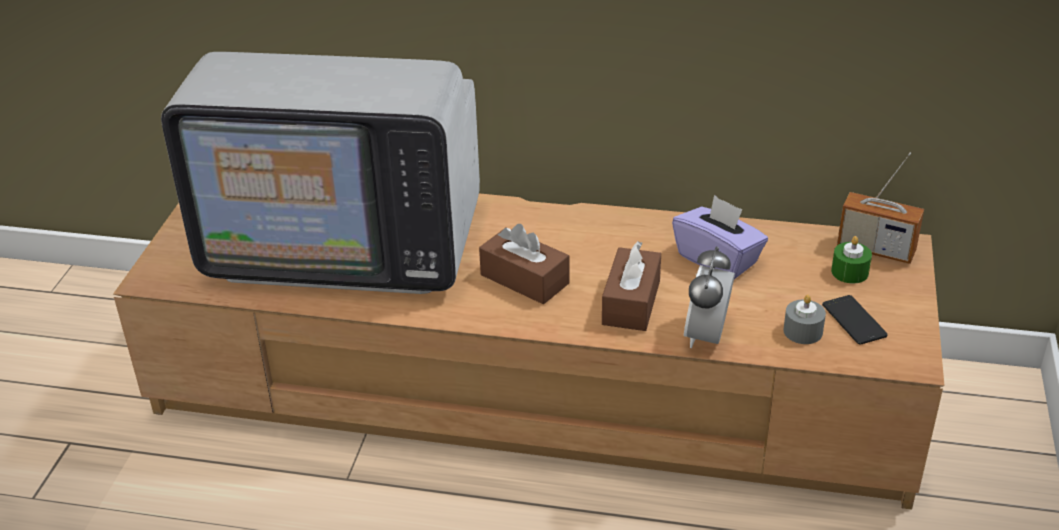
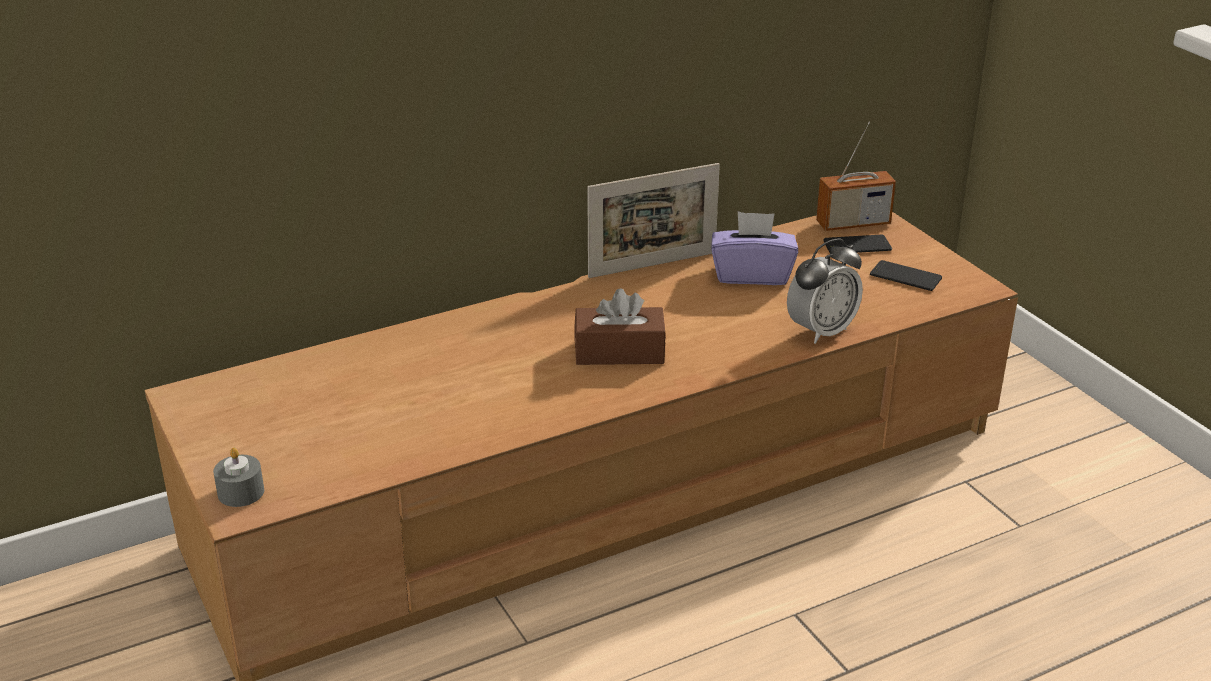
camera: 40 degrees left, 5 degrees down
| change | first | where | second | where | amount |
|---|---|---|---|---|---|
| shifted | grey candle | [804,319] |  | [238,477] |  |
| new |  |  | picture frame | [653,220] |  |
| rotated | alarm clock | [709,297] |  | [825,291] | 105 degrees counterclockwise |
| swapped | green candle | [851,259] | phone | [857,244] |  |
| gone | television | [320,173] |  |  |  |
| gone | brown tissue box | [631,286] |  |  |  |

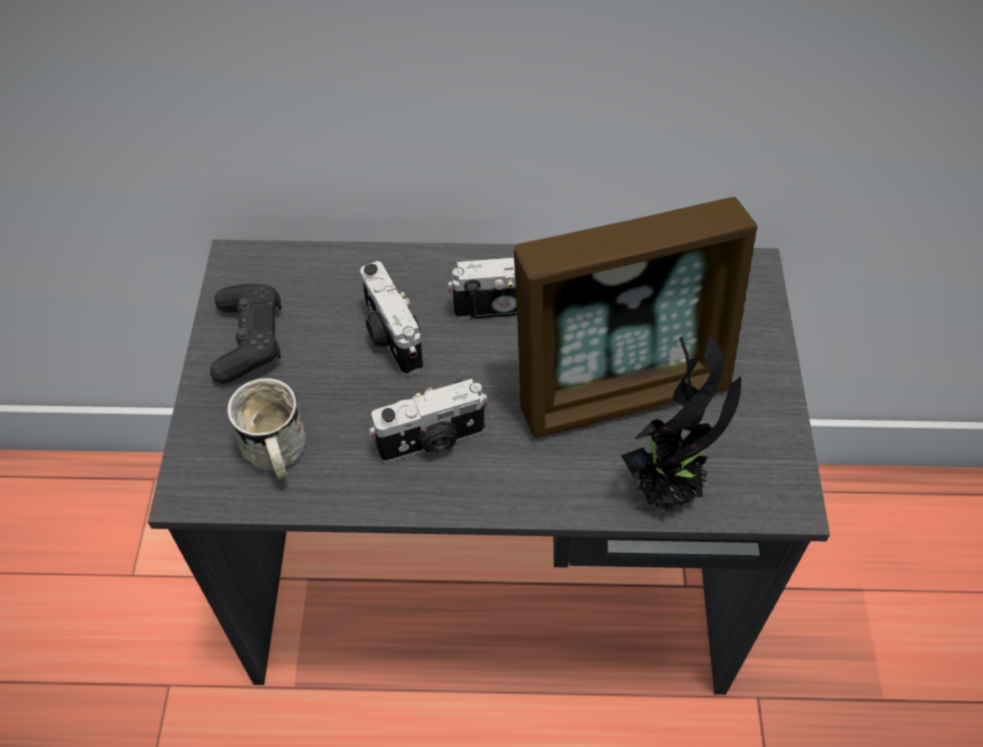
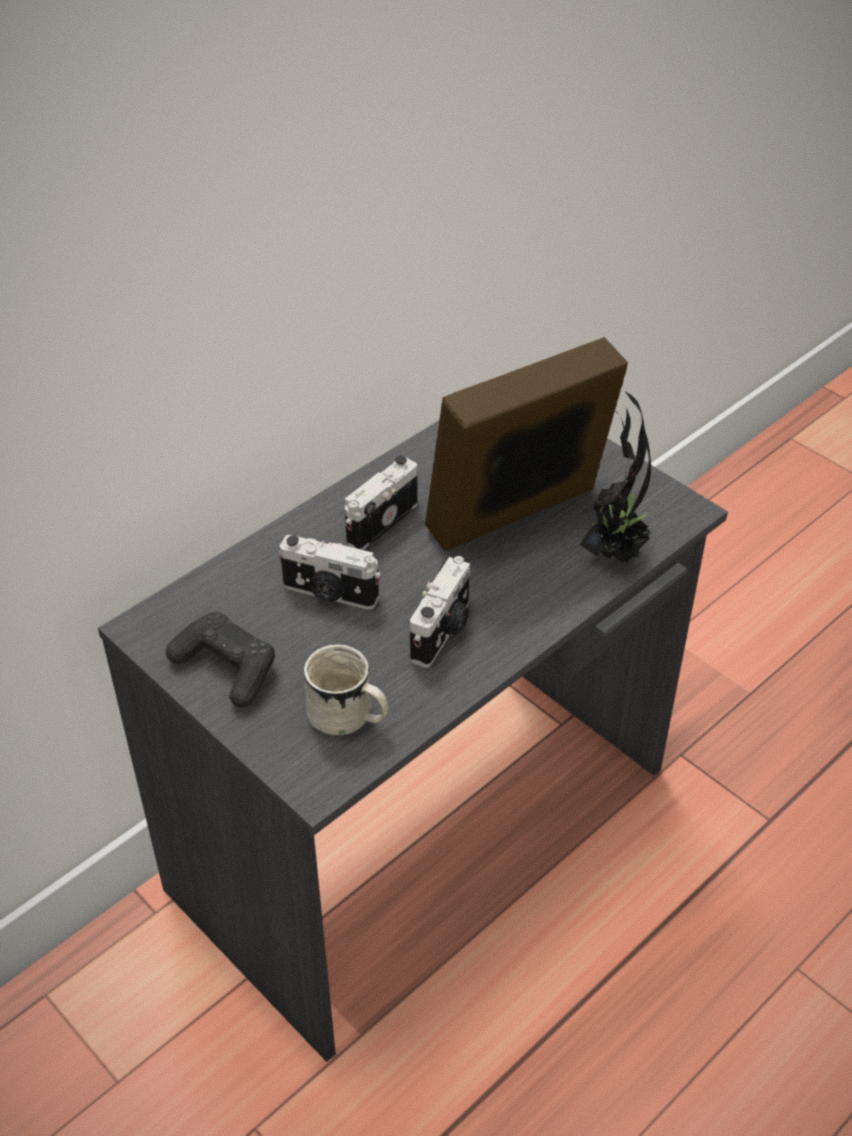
camera: 45 degrees left, 10 degrees down
| change | first | where | second | where | amount |
|---|---|---|---|---|---|
| rotated | picture frame | [635,317] |  | [526,444] | 150 degrees counterclockwise |

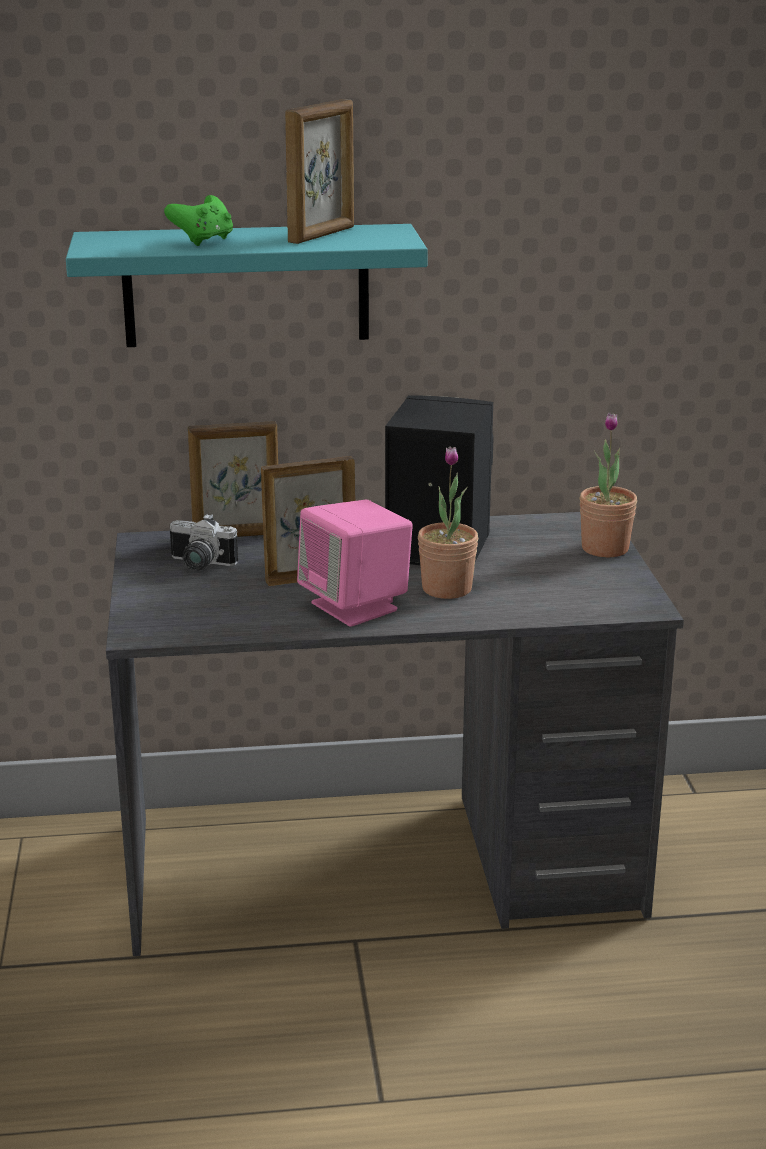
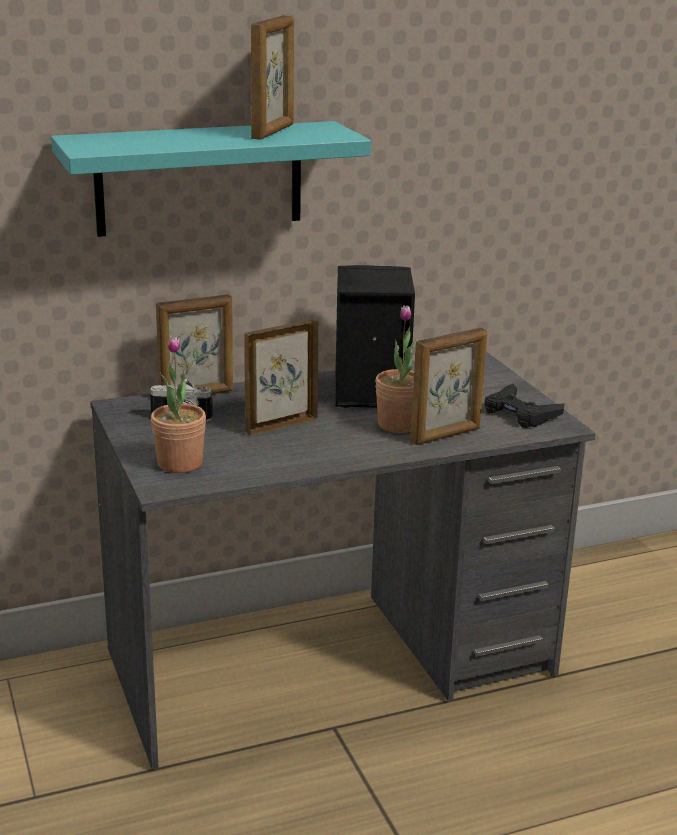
camera: 15 degrees left, 0 degrees up
| change | first | where | second | where | amount |
|---|---|---|---|---|---|
| shifted | potted plant | [608,484] |  | [178,404] |  |
| new |  |  | picture frame | [448,386] |  |
| new |  |  | black game controller | [525,406] |  |
| gone | green game controller | [198,220] |  |  |  |
| gone | pink speaker | [355,563] |  |  |  |

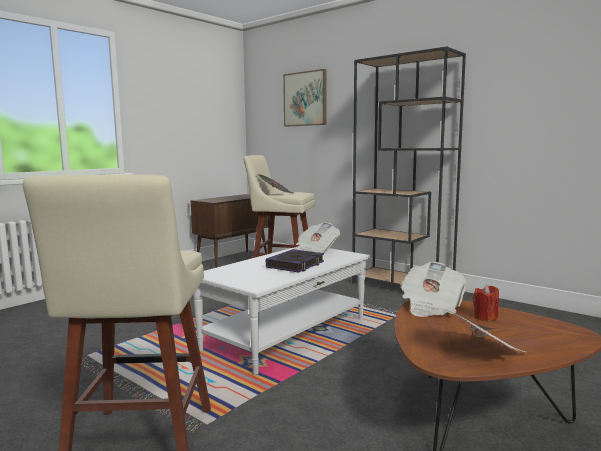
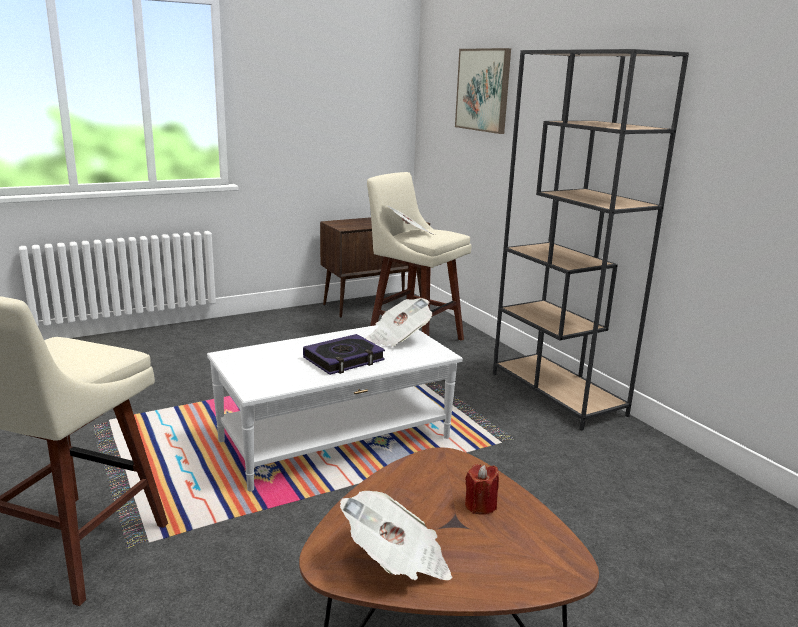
camera: 20 degrees right, 10 degrees up
| change | first | where | second | where | amount |
|---|---|---|---|---|---|
| gone | newspaper | [434,289] |  |  |  |

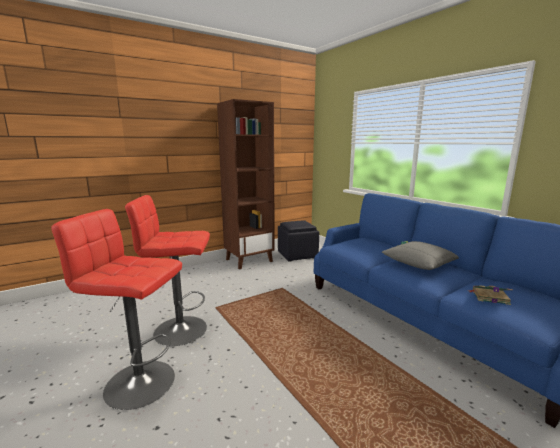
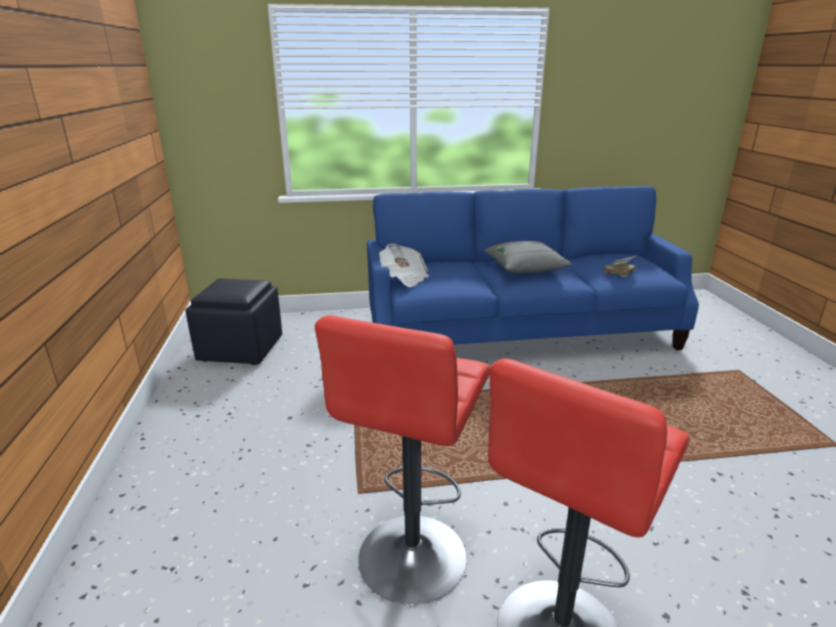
camera: 65 degrees left, 10 degrees up
| change | first | where | second | where | amount |
|---|---|---|---|---|---|
| new |  |  | newspaper | [404,265] |  |
| gone | brown bookcase | [246,184] |  |  |  |

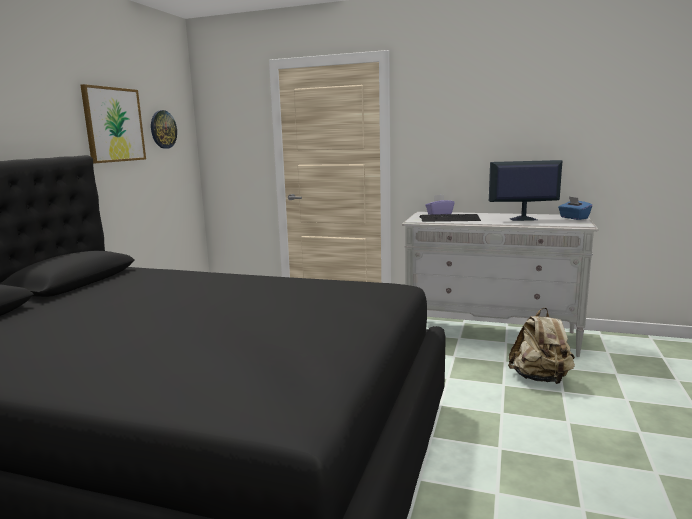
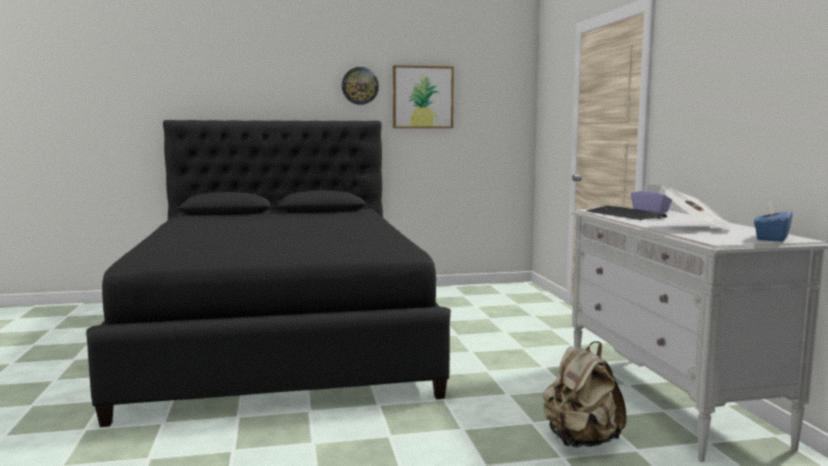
camera: 60 degrees right, 5 degrees down
| change | first | where | second | where | amount |
|---|---|---|---|---|---|
| shifted | wall clock | [164,129] |  | [360,86] |  |
| swapped | monitor | [525,190] | newspaper | [697,209] |  |

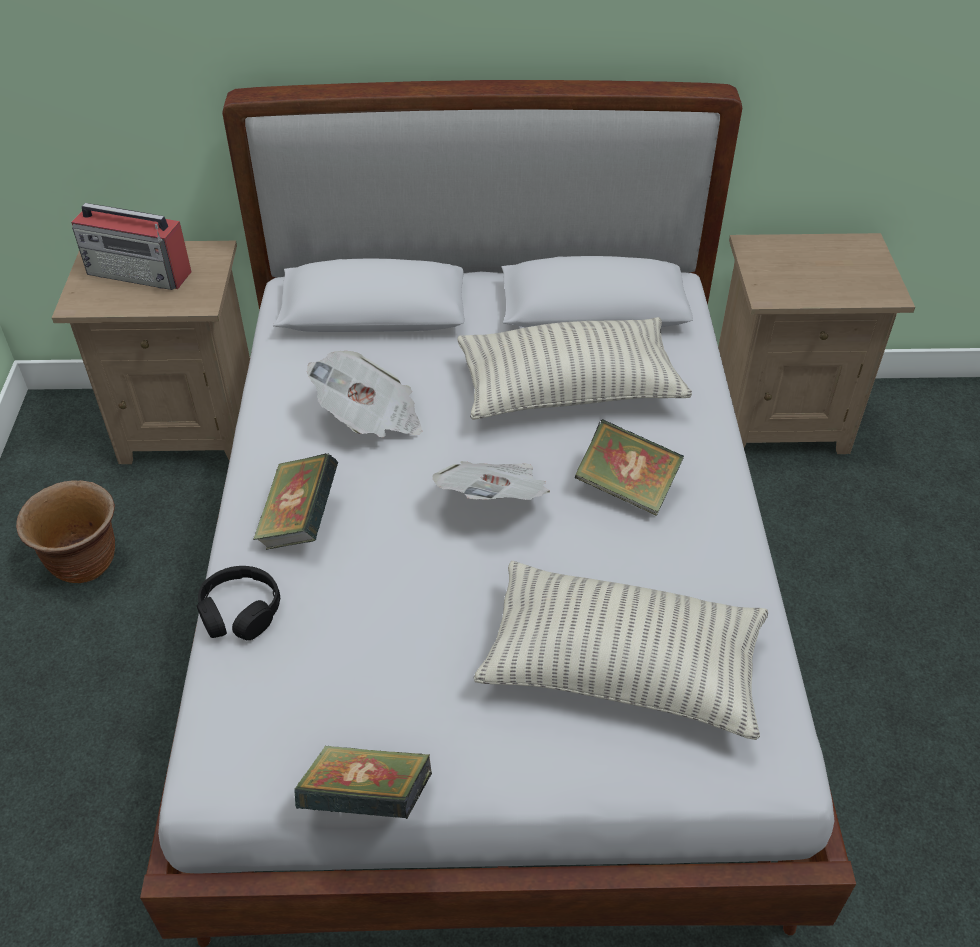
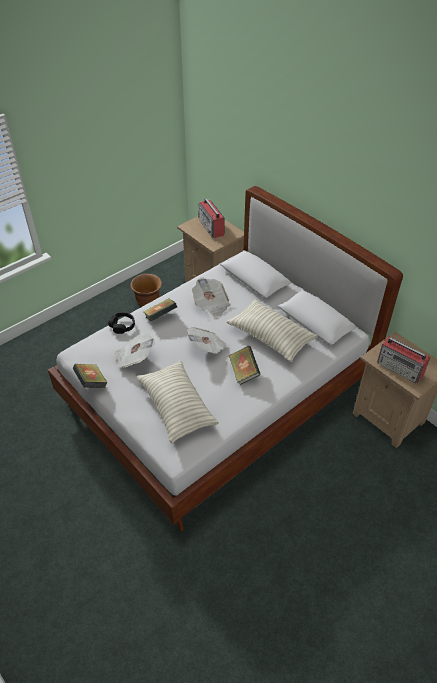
camera: 50 degrees right, 0 degrees up
| change | first | where | second | where | amount |
|---|---|---|---|---|---|
| new |  |  | newspaper | [134,350] |  |
| new |  |  | radio | [404,360] |  |

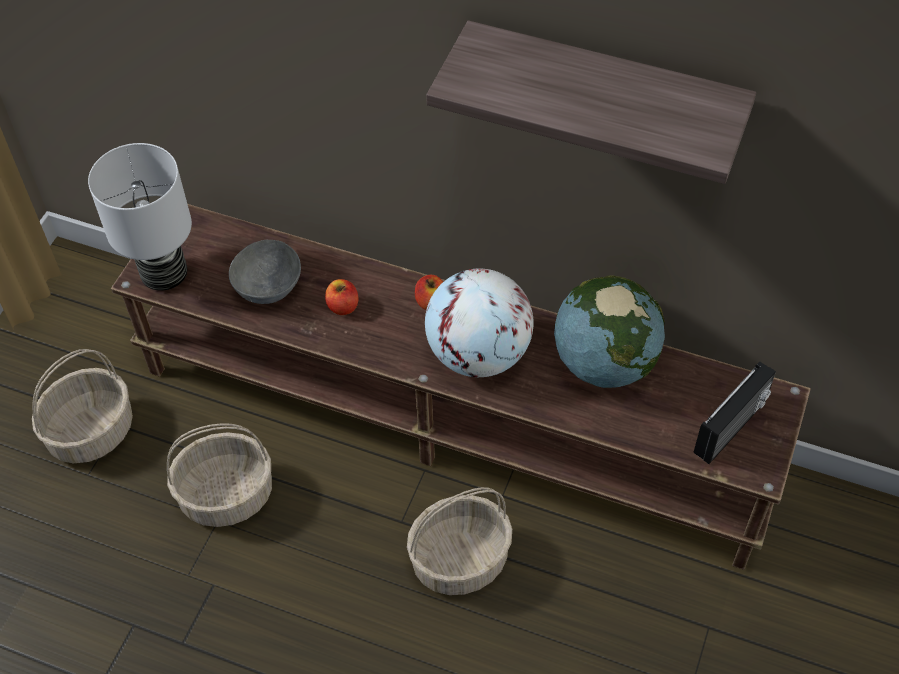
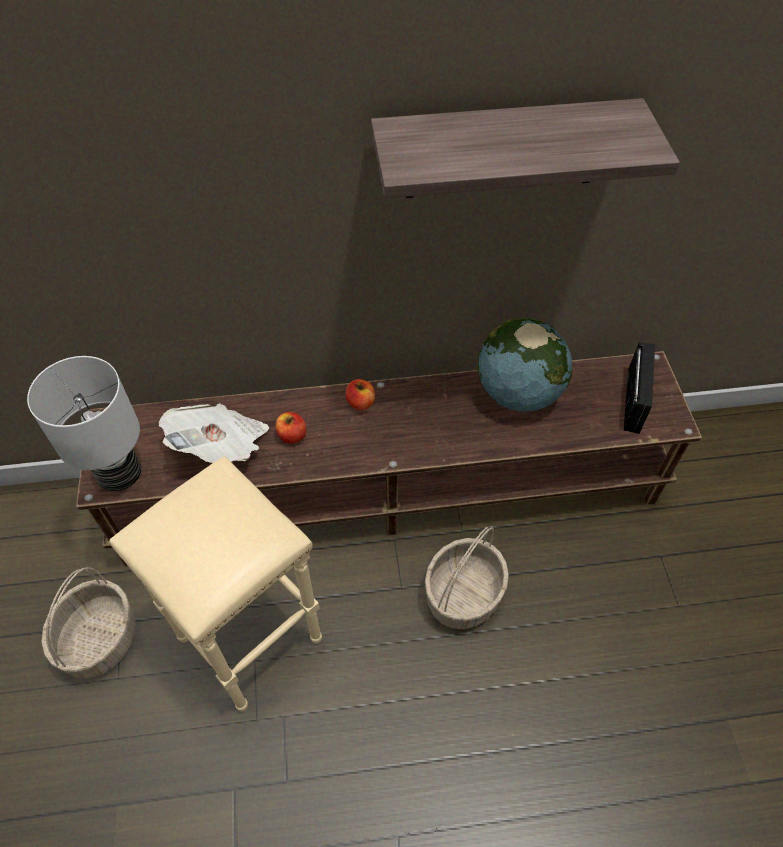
camera: 30 degrees left, 0 degrees up
| change | first | where | second | where | amount |
|---|---|---|---|---|---|
| swapped | basket | [219,475] | beige stool | [215,583] |  |
| swapped | grey bowl | [265,272] | newspaper | [214,433] |  |
| gone | globe | [479,322] |  |  |  |

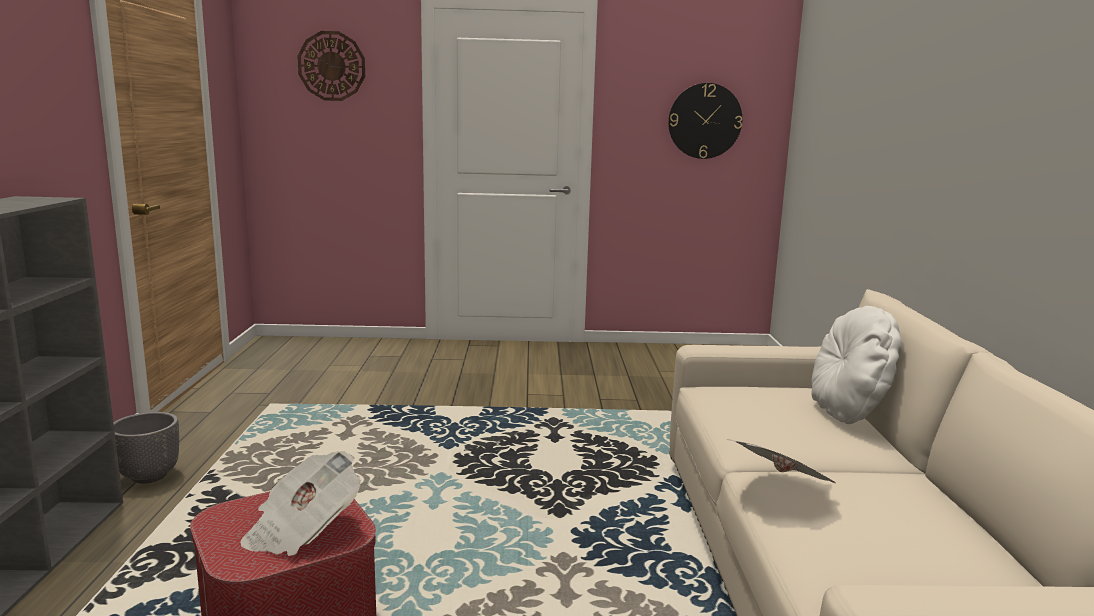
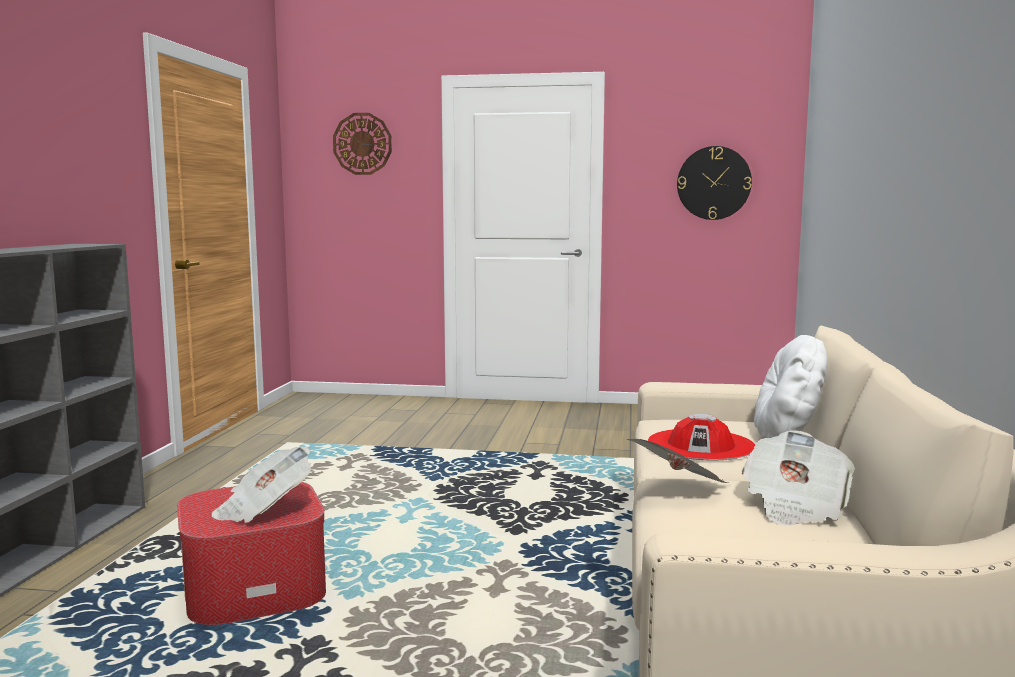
camera: 10 degrees right, 5 degrees down
| change | first | where | second | where | amount |
|---|---|---|---|---|---|
| new |  |  | red hat | [701,437] |  |
| new |  |  | newspaper | [798,477] |  |
| gone | grey planter | [146,448] |  |  |  |

